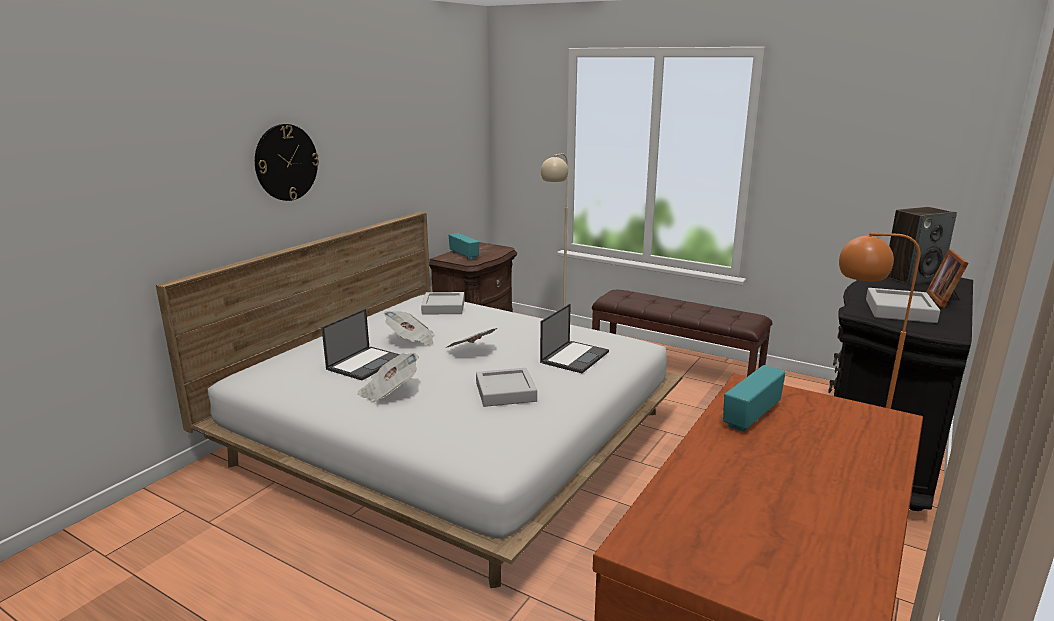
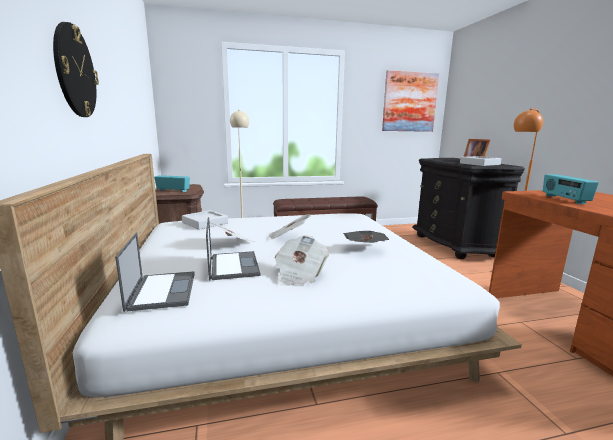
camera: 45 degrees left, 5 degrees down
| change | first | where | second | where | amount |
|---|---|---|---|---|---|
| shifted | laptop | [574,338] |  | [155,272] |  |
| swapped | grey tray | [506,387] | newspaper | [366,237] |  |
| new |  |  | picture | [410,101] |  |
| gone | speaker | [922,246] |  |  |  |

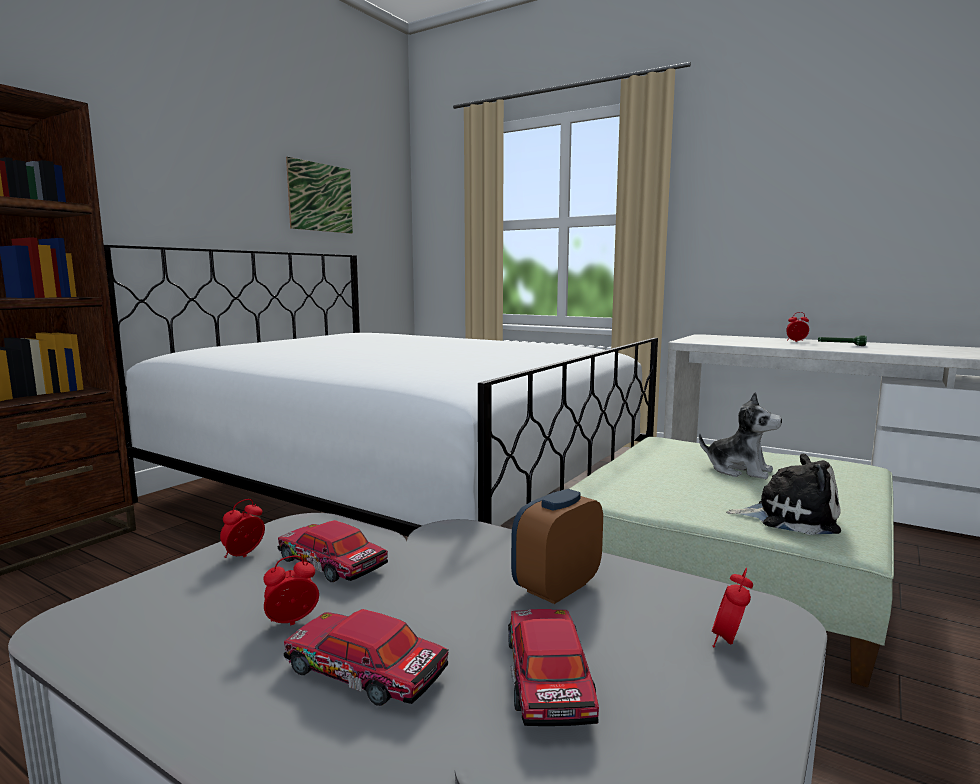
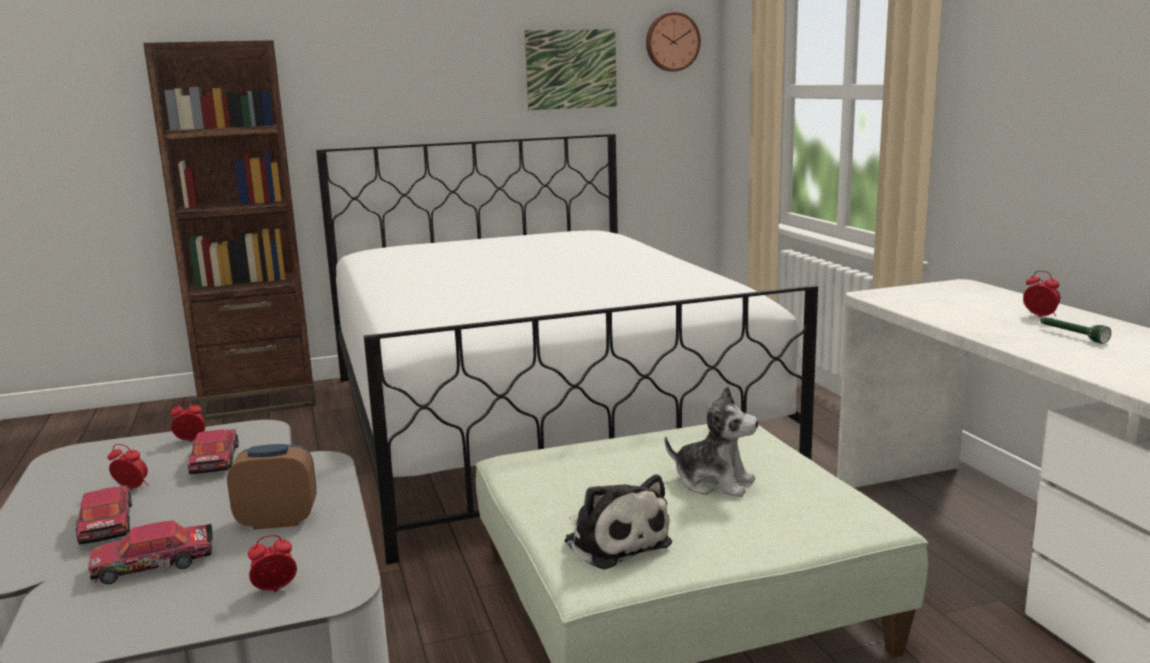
camera: 40 degrees right, 5 degrees up
| change | first | where | second | where | amount |
|---|---|---|---|---|---|
| rotated | toy car | [553,667] |  | [150,552] | 150 degrees counterclockwise |
| new |  |  | wall clock | [673,42] |  |
| rotated | plush toy | [740,435] |  | [711,441] | 45 degrees counterclockwise |

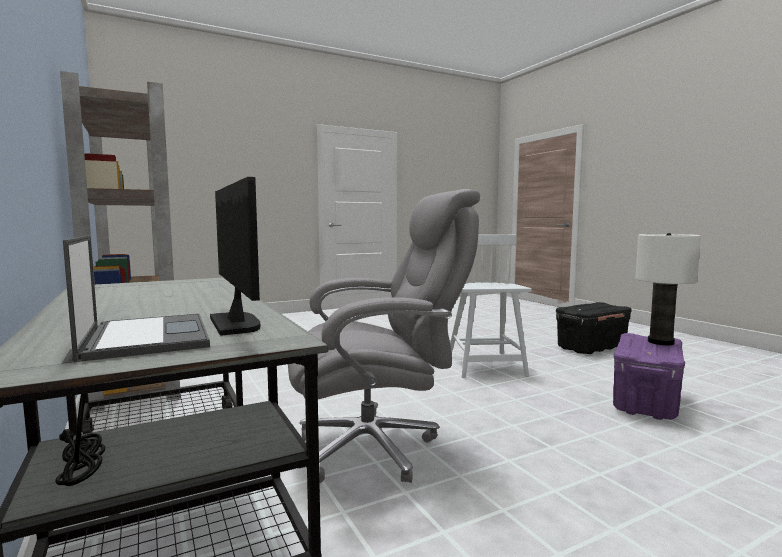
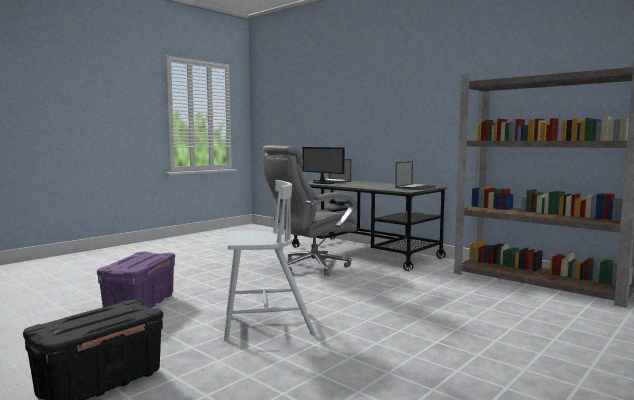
camera: 160 degrees right, 0 degrees up
| change | first | where | second | where | amount |
|---|---|---|---|---|---|
| rotated | white chair | [491,306] |  | [269,260] | 75 degrees counterclockwise |
| new |  |  | laptop | [415,175] |  |
| gone | white table lamp | [668,289] |  |  |  |

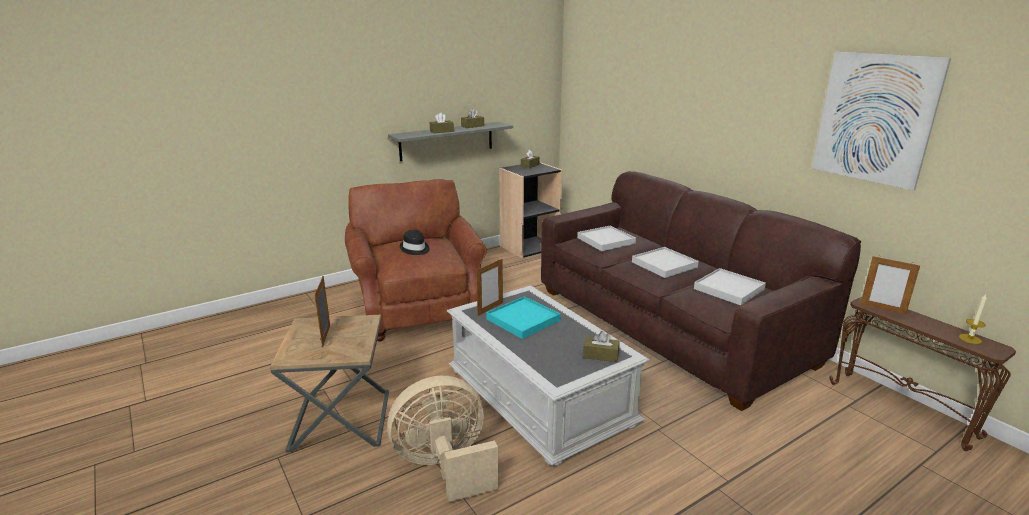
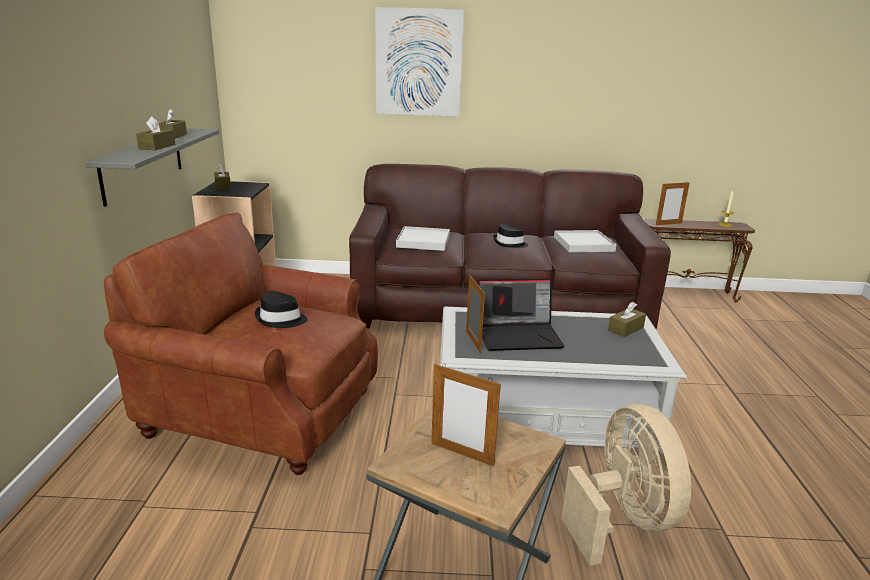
camera: 55 degrees left, 0 degrees up
| change | first | where | second | where | amount |
|---|---|---|---|---|---|
| shifted | picture | [881,121] |  | [419,62] |  |
| swapped | turquoise tray | [523,317] | laptop | [521,314] |  |
| swapped | white tray | [665,262] | black hat | [510,236] |  |
| rotated | beige fan | [442,439] |  | [626,485] | 150 degrees clockwise |

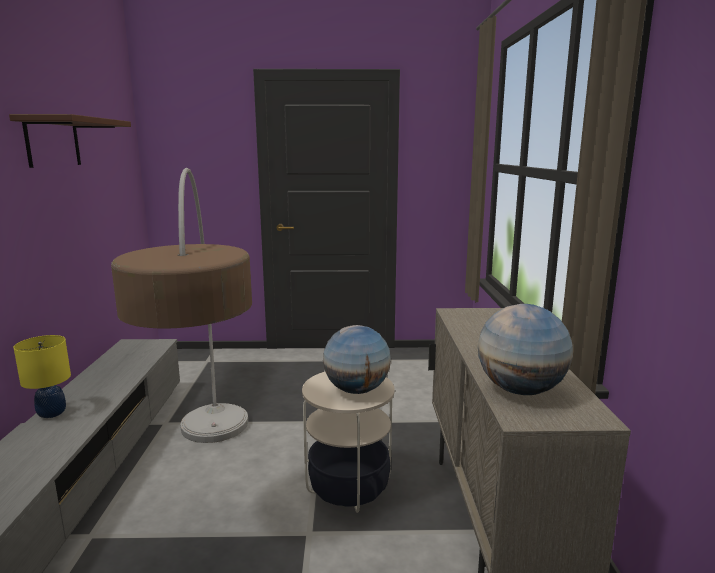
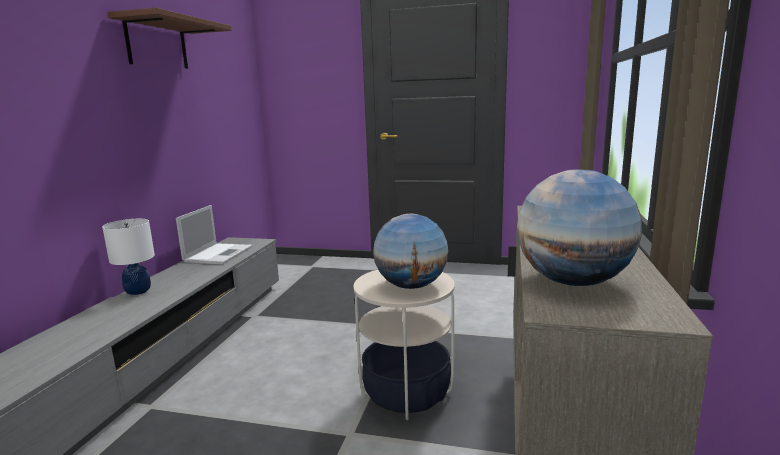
camera: 15 degrees right, 0 degrees up
| change | first | where | second | where | amount |
|---|---|---|---|---|---|
| repainted | yellow table lamp | [42,376] | white table lamp | [128,257] |  |
| new |  |  | laptop | [214,235] |  |
| gone | floor lamp | [181,305] |  |  |  |

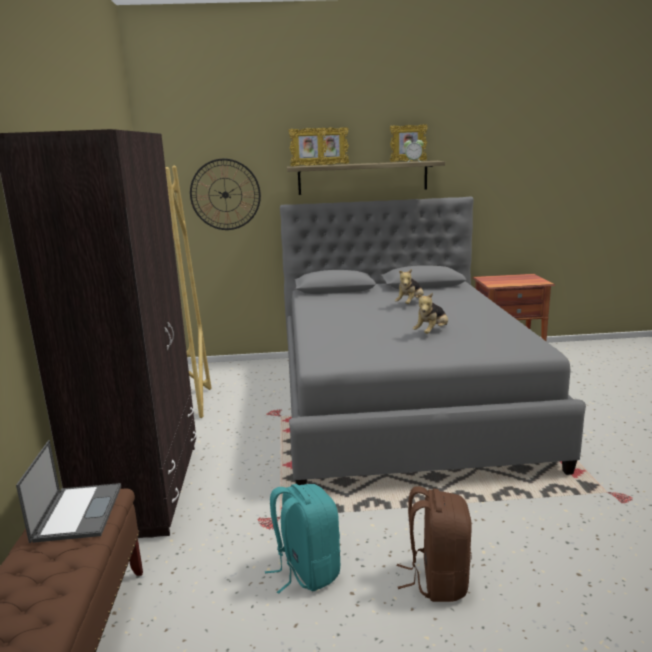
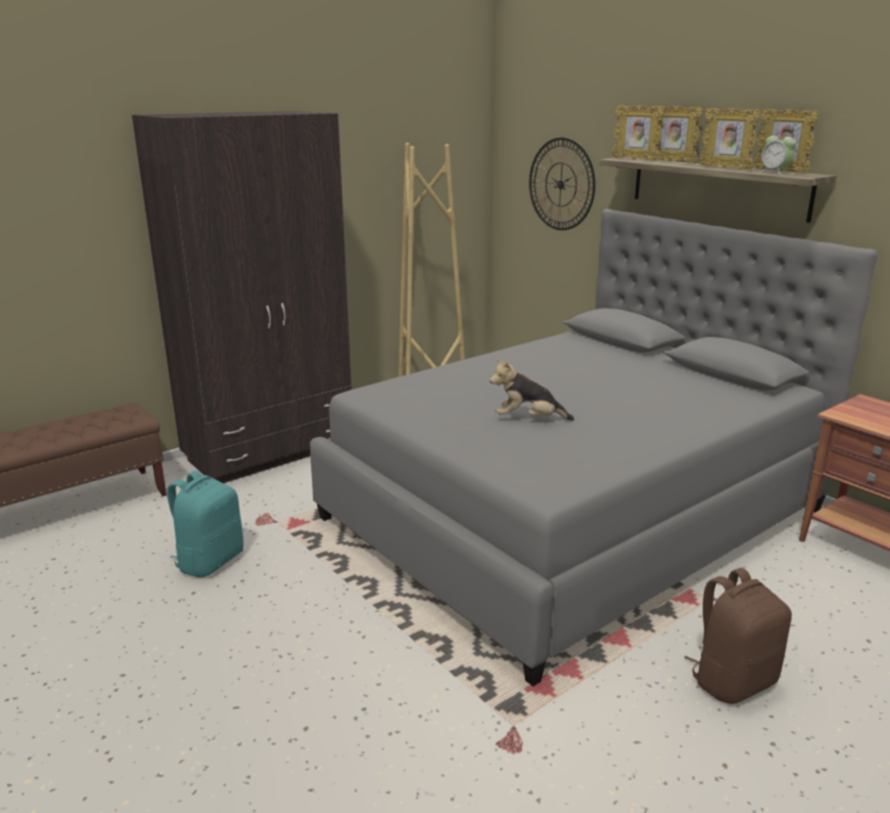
camera: 55 degrees right, 5 degrees up
| change | first | where | second | where | amount |
|---|---|---|---|---|---|
| shifted | brown backpack | [434,544] |  | [738,636] |  |
| new |  |  | picture frame | [730,139] |  |
| gone | laptop | [68,491] |  |  |  |
| gone | plush toy | [409,286] |  |  |  |

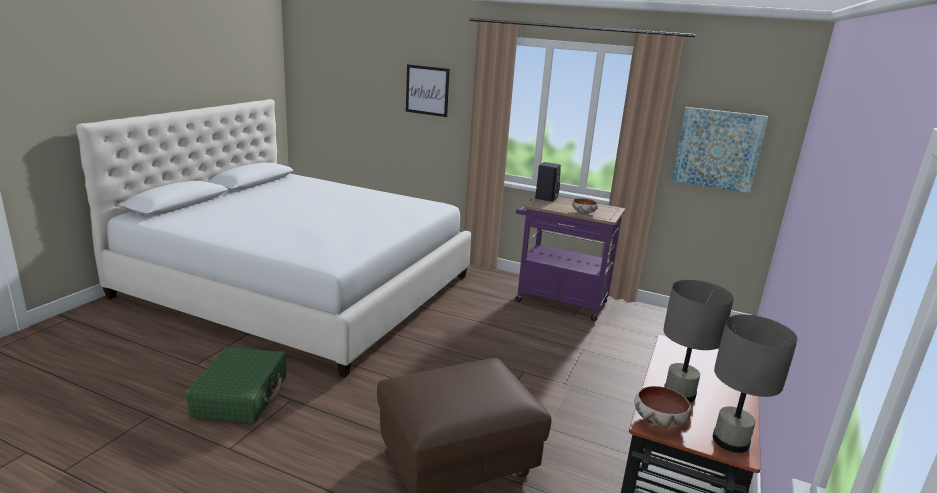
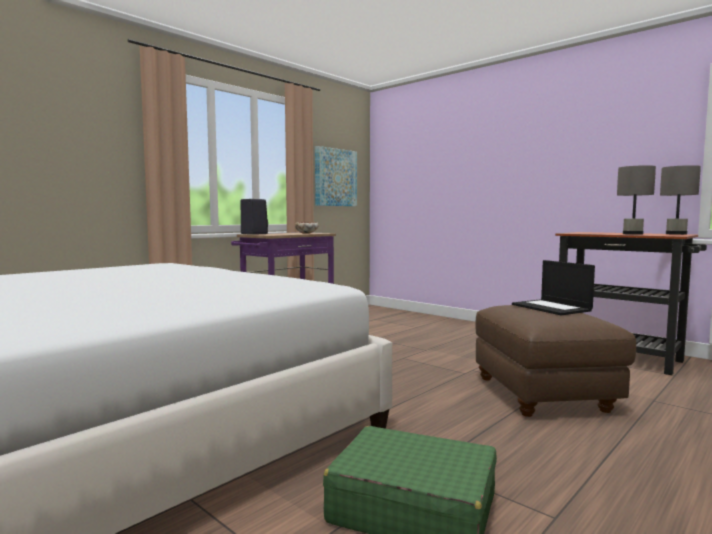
camera: 70 degrees left, 15 degrees down
| change | first | where | second | where | amount |
|---|---|---|---|---|---|
| new |  |  | laptop | [553,287] |  |
| gone | picture | [428,90] |  |  |  |
| gone | bowl | [663,407] |  |  |  |

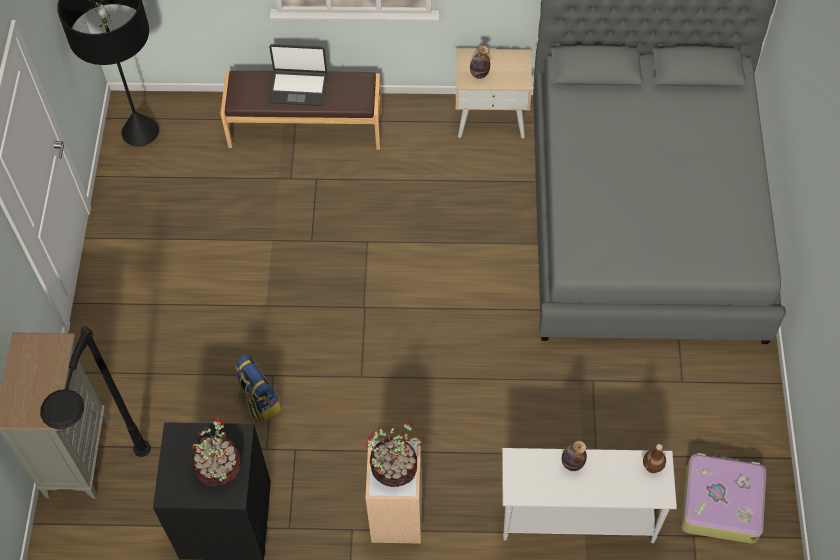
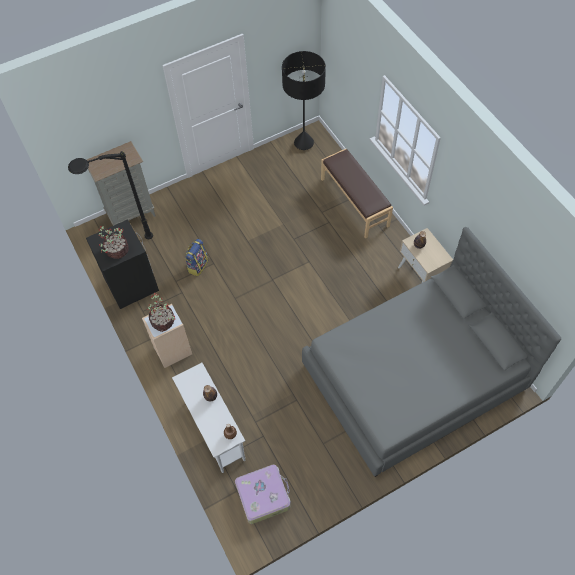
camera: 60 degrees right, 0 degrees up
| change | first | where | second | where | amount |
|---|---|---|---|---|---|
| gone | laptop | [297,75] |  |  |  |

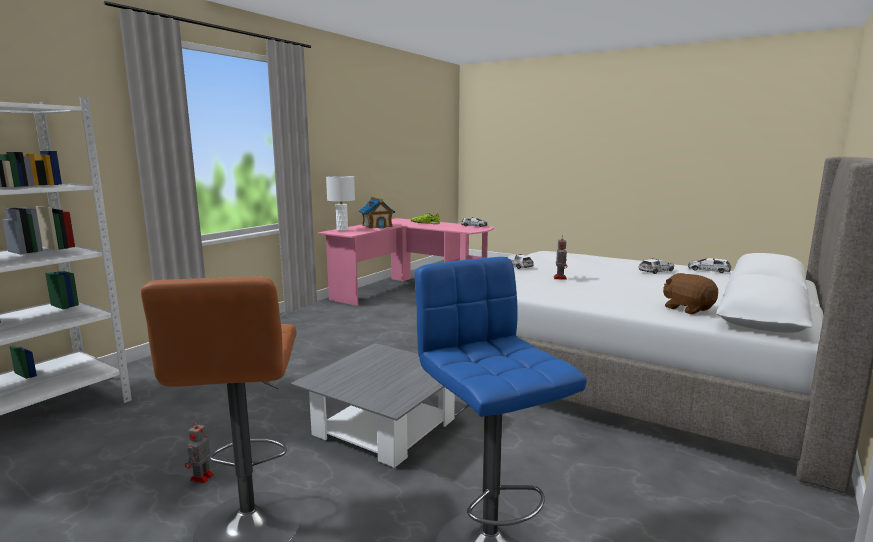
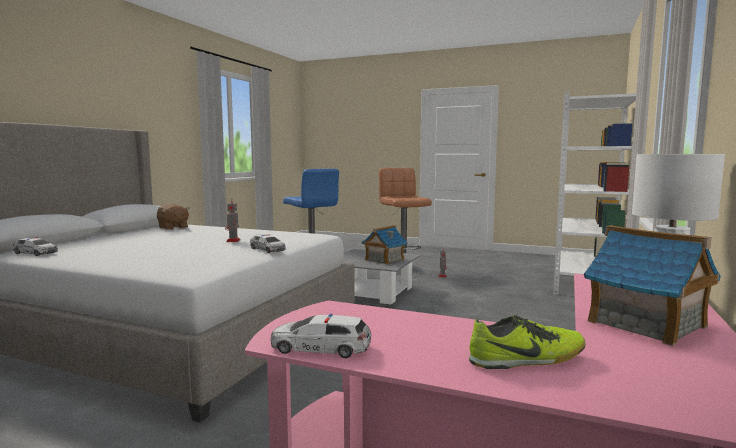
camera: 170 degrees right, 5 degrees down
| change | first | where | second | where | amount |
|---|---|---|---|---|---|
| new |  |  | toy house | [384,244] |  |
| gone | toy car | [656,266] |  |  |  |

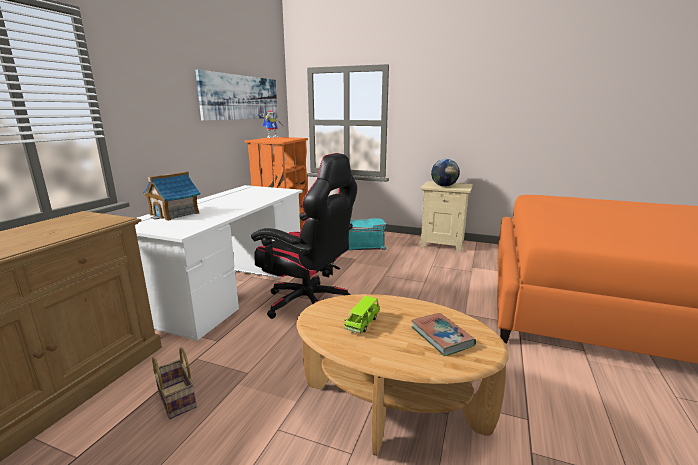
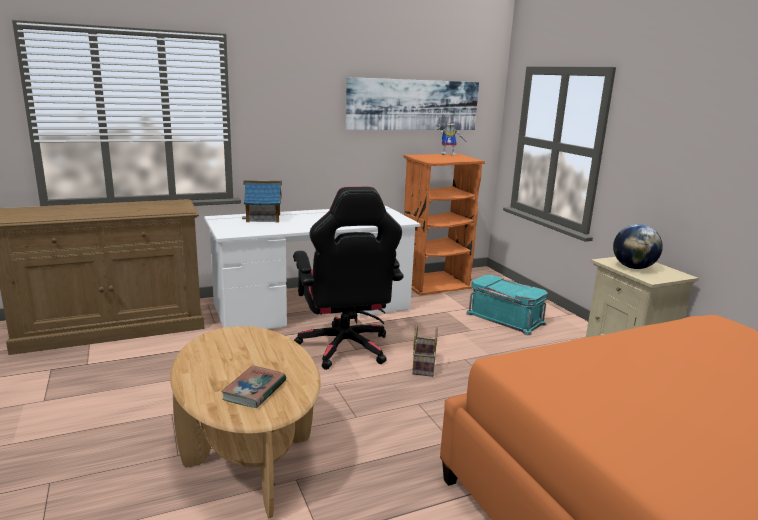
camera: 45 degrees right, 0 degrees up
| change | first | where | second | where | amount |
|---|---|---|---|---|---|
| shifted | basket | [174,383] |  | [425,351] |  |
| gone | green toy car | [362,314] |  |  |  |

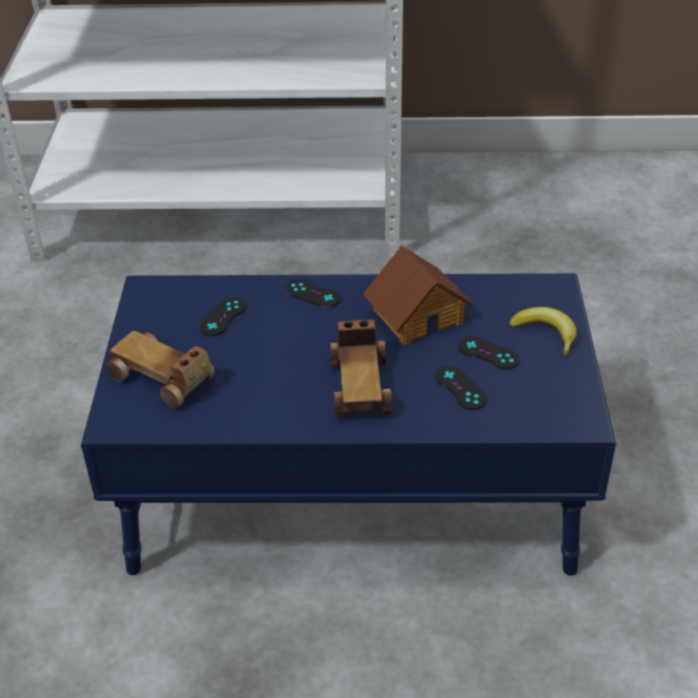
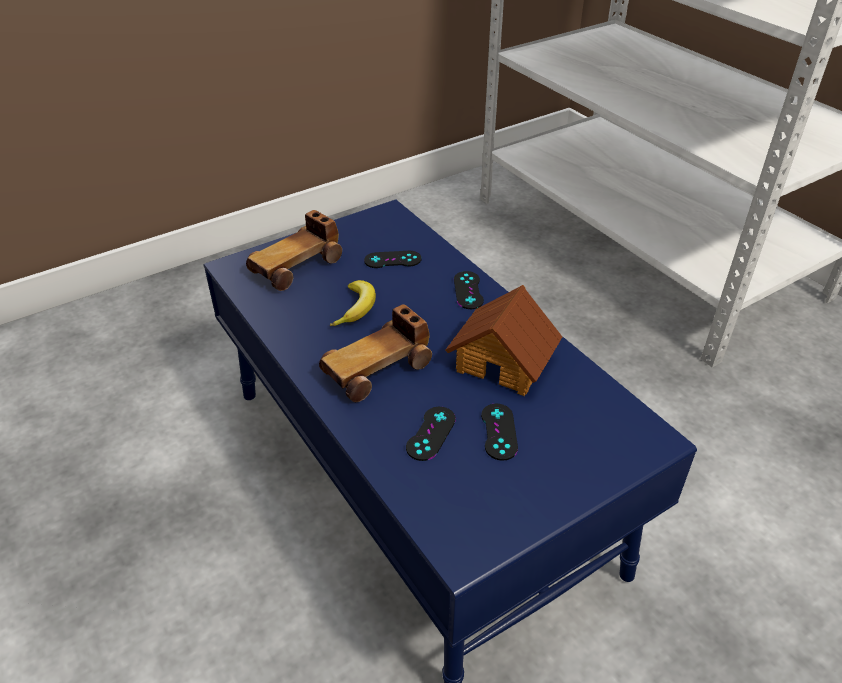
camera: 55 degrees right, 0 degrees up
| change | first | where | second | where | amount |
|---|---|---|---|---|---|
| rotated | toy car | [160,369] |  | [294,250] | 135 degrees counterclockwise |
| shifted | banana | [543,331] |  | [353,303] |  |

